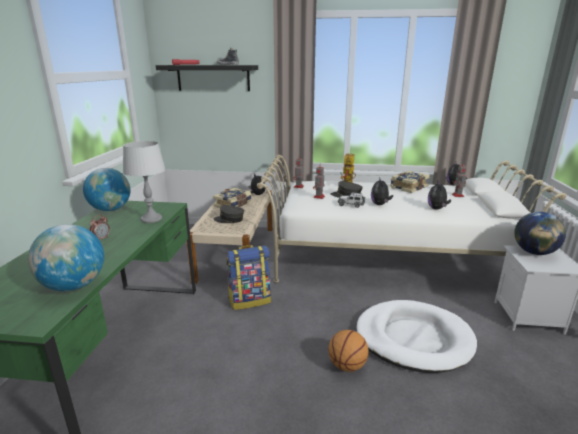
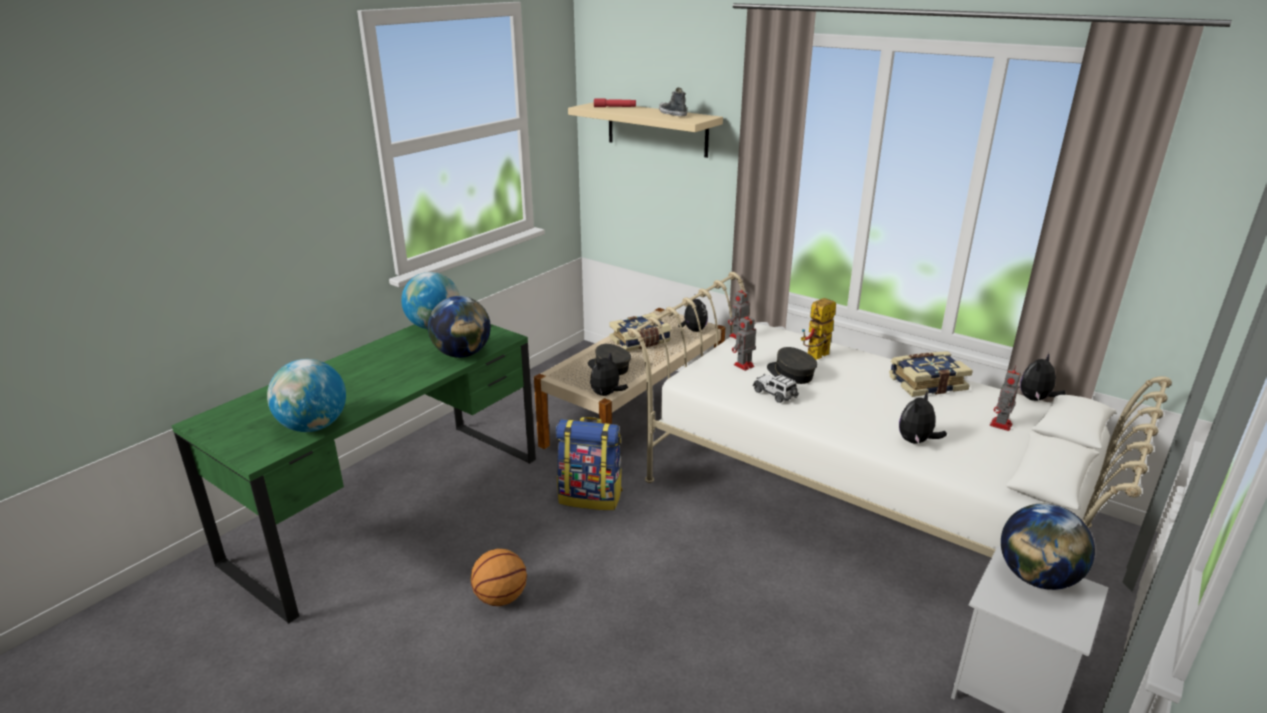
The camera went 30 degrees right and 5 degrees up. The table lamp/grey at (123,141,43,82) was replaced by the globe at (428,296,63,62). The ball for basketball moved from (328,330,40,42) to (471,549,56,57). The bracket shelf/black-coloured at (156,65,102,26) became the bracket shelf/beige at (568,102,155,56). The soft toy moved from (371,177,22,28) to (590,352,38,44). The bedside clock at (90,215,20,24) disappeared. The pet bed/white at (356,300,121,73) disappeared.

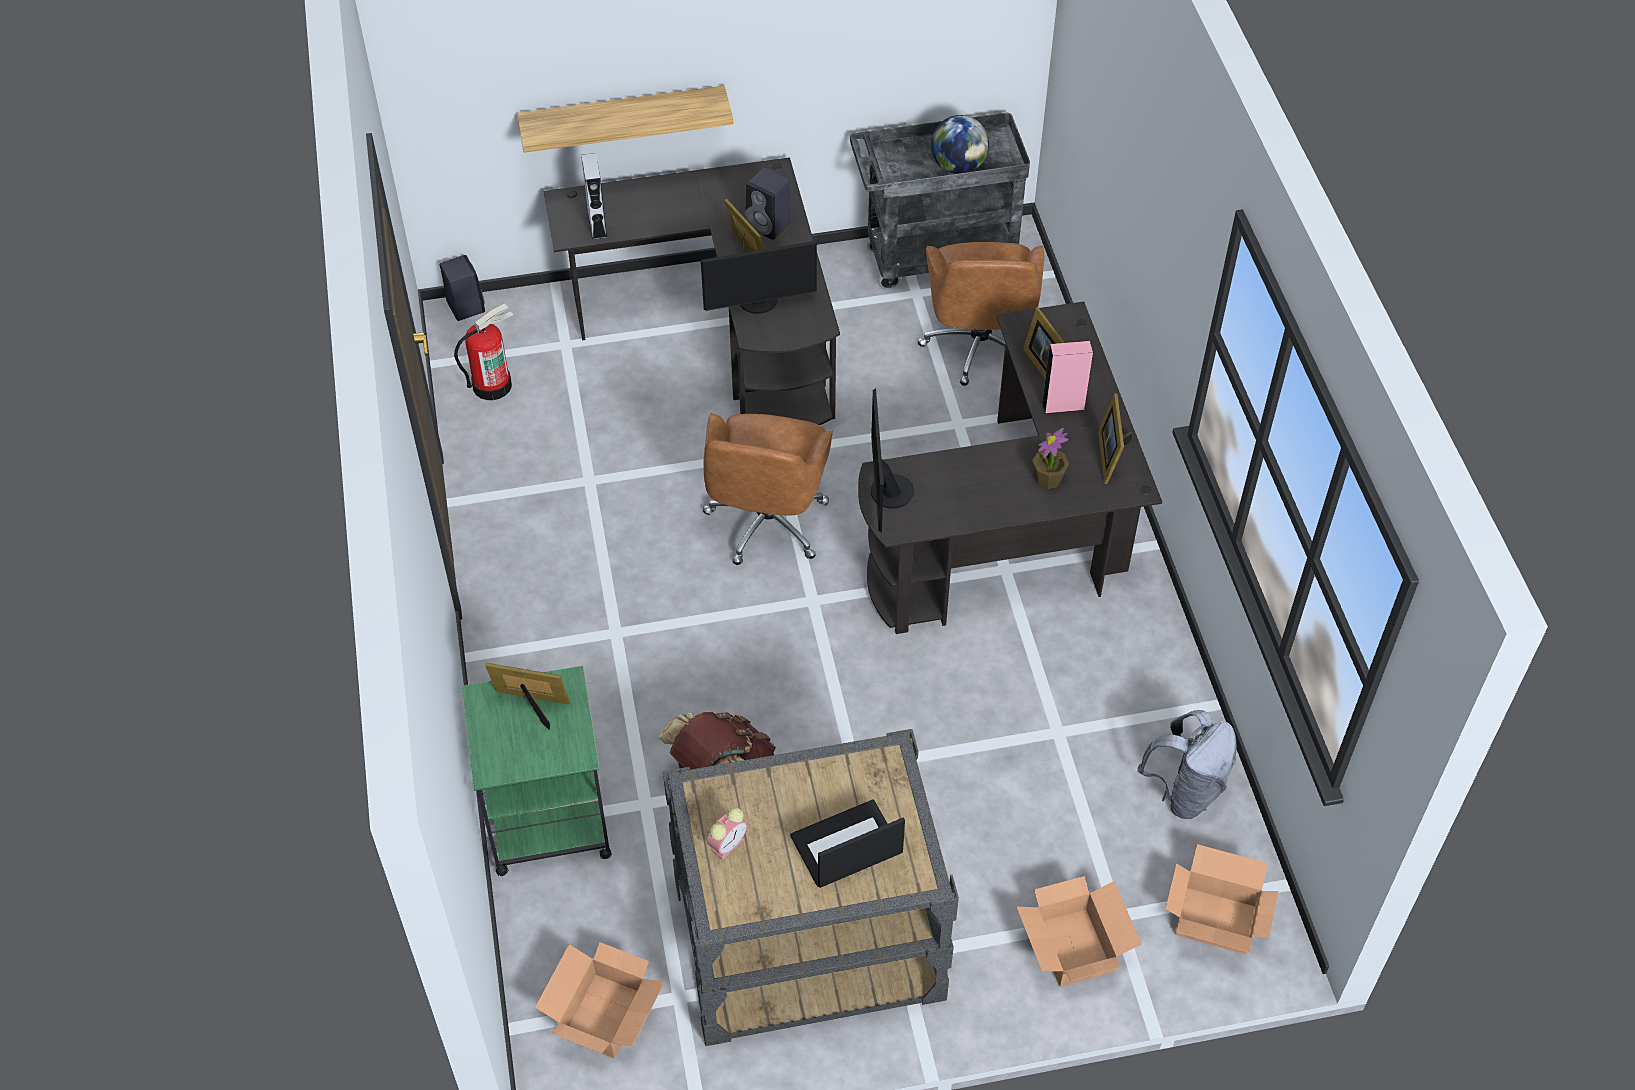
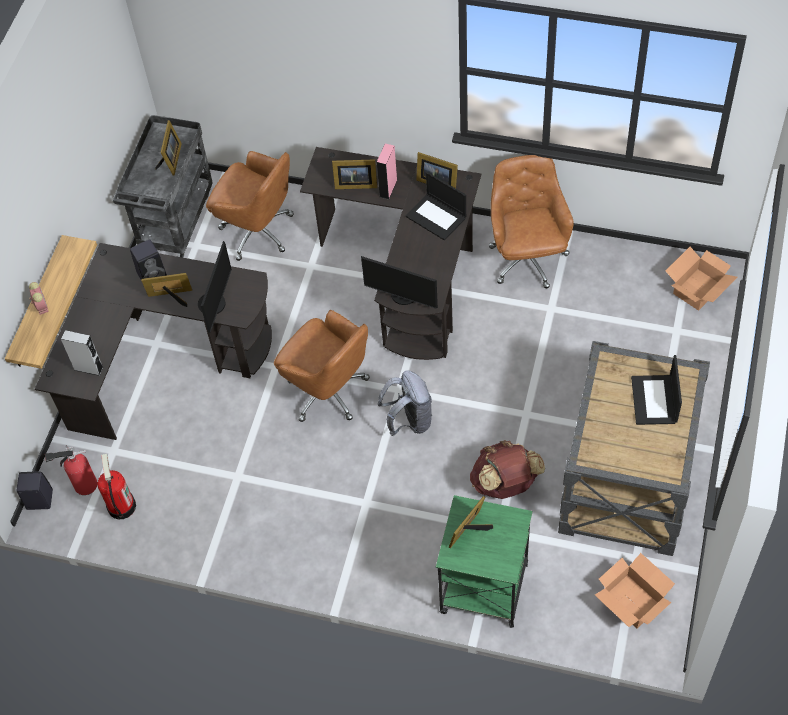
The camera went 60 degrees left and 5 degrees up. The bedside clock moved from (707,808,40,52) to (29,282,20,33). The extinguisher at (45,445,53,50) appeared. The globe at (931,115,58,59) was replaced by the standing frame at (156,120,26,56). The rucksack/grey moved from (1137,710,100,109) to (378,370,54,66). The plant in a pot at (1032,428,37,61) was replaced by the laptop at (405,172,61,69). The office chair/brownish at (489,155,85,133) appeared. The cardboard box at (1017,876,124,111) disappeared.

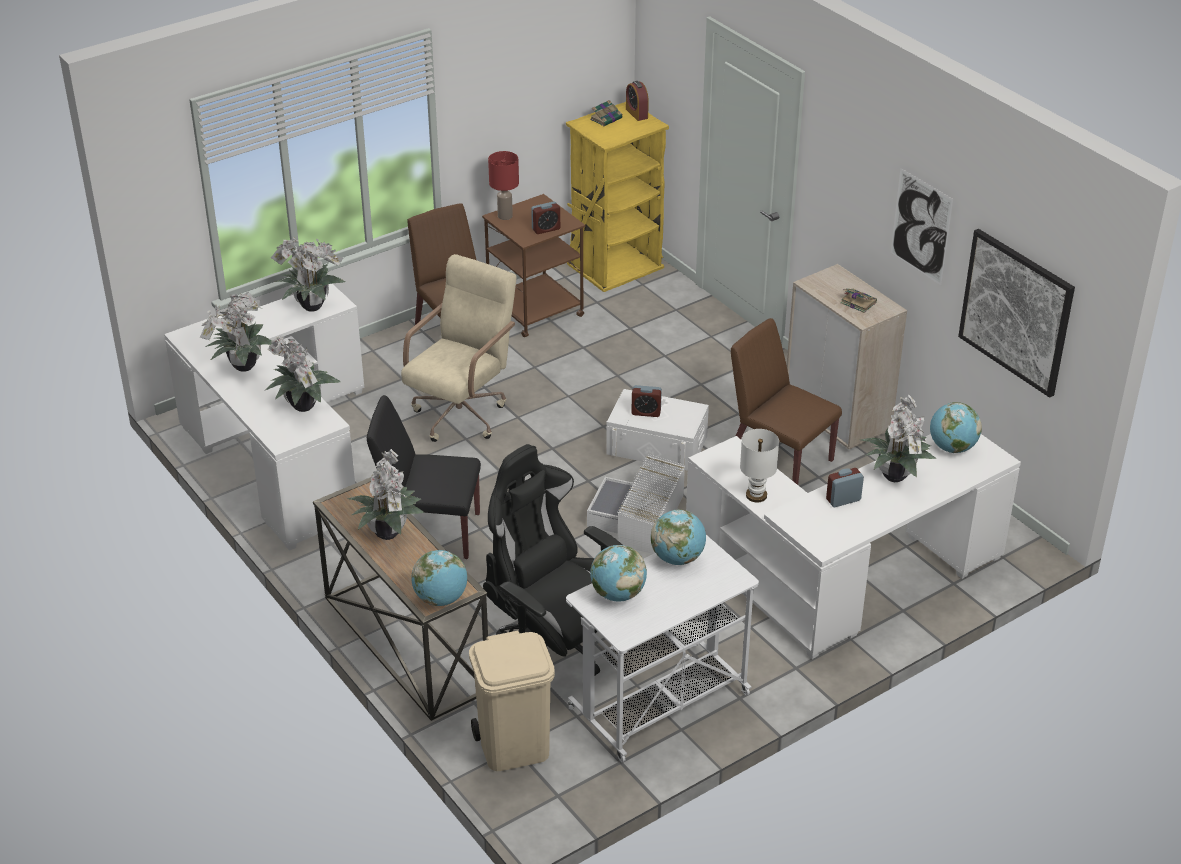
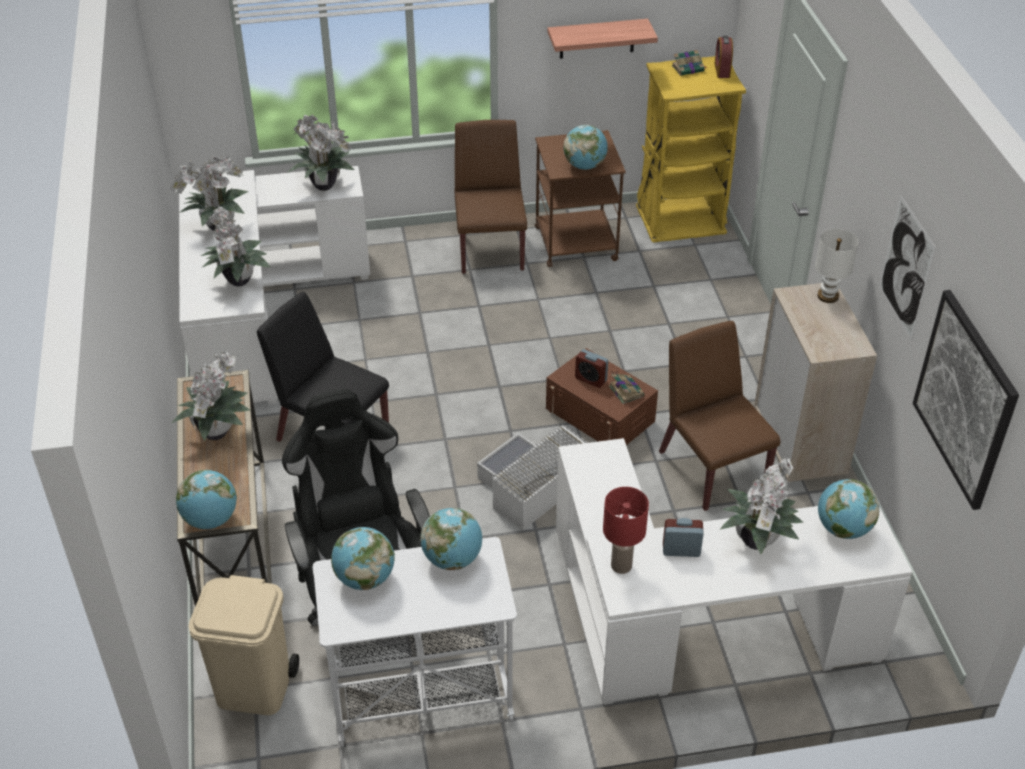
The camera went 25 degrees right and 5 degrees up. The storage box/white at (606,389,103,82) became the storage box/brownish at (546,348,112,97). The bracket shelf at (547,19,111,40) appeared. The bedside clock at (531,201,29,33) was replaced by the globe at (564,125,44,45). The table lamp/red moved from (488,151,31,69) to (603,487,46,87). The volume moved from (840,289,37,24) to (609,374,35,30). The table lamp/white moved from (740,429,39,73) to (815,229,44,74). The office chair/beige at (401,254,116,188) disappeared.

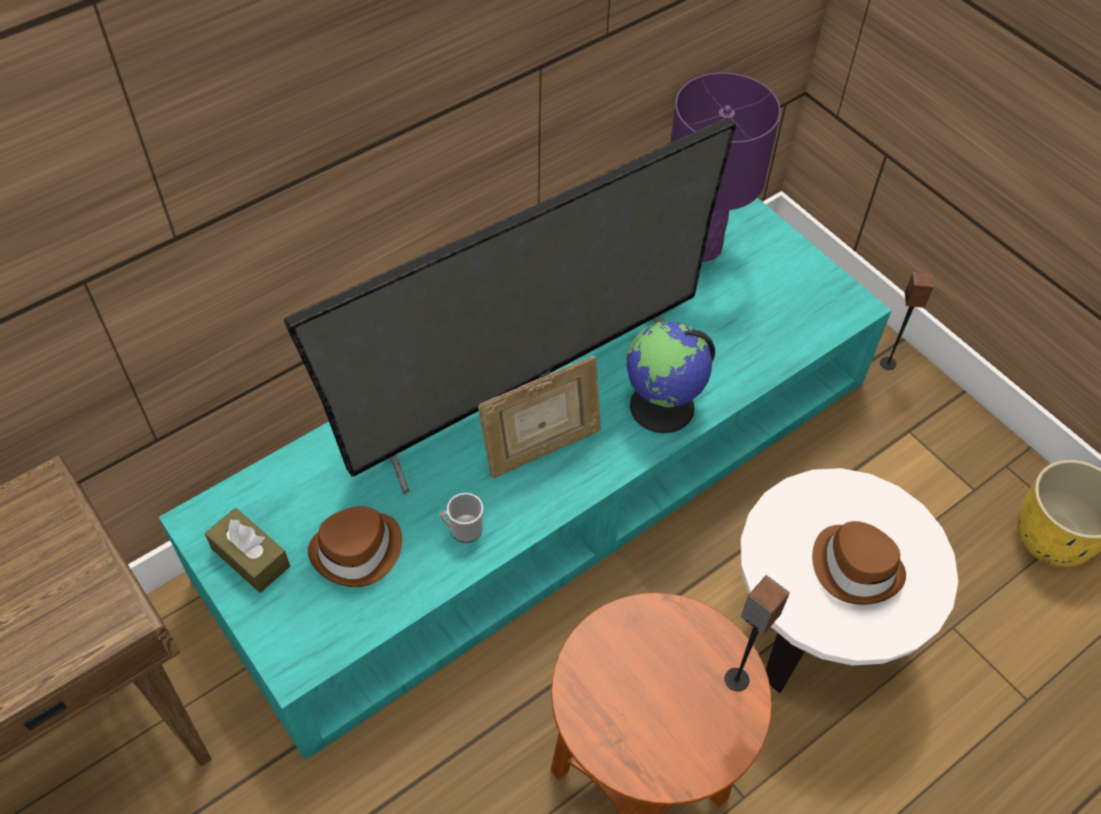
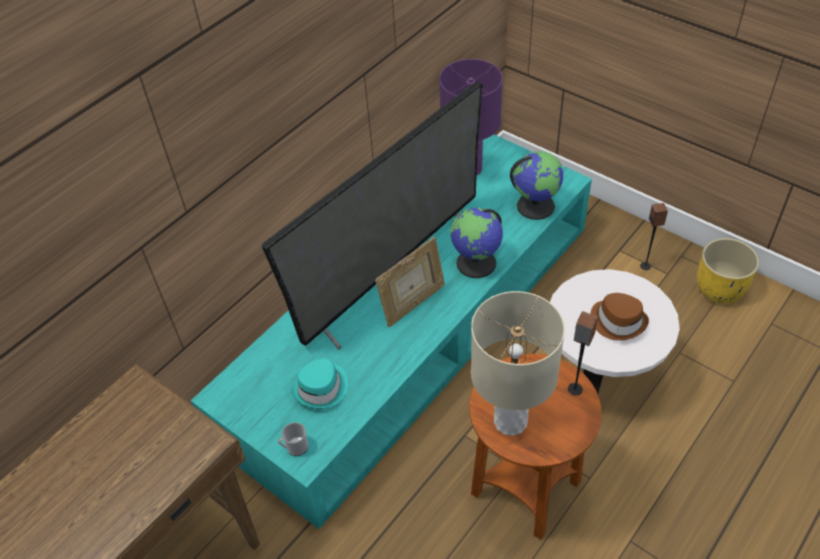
The camera went 10 degrees left and 5 degrees down. The mug moved from (439,493,44,50) to (278,422,30,34). The clothing hat/brownish at (308,506,94,81) became the clothing hat/turquoise-coloured at (292,358,56,51). The table lamp/beige at (471,291,94,145) appeared. The globe at (510,151,53,69) appeared. The loudspeaker moved from (880,272,54,98) to (640,203,28,67). The tissue box/brownish at (205,508,85,85) disappeared.

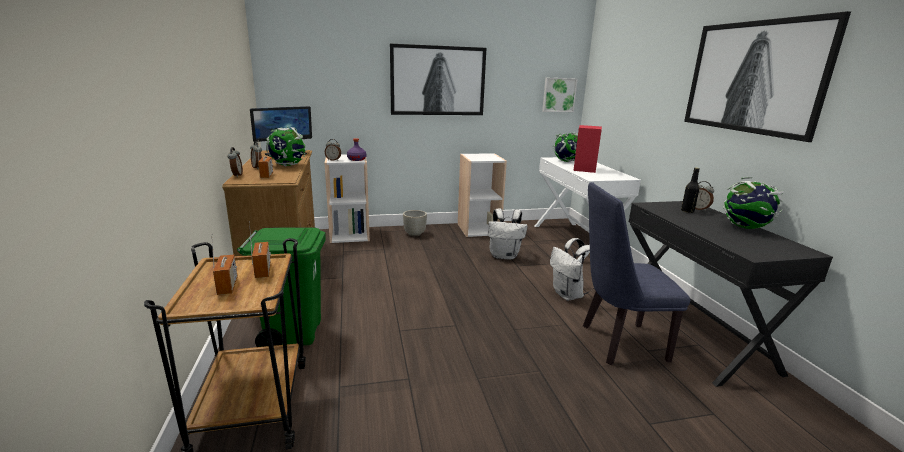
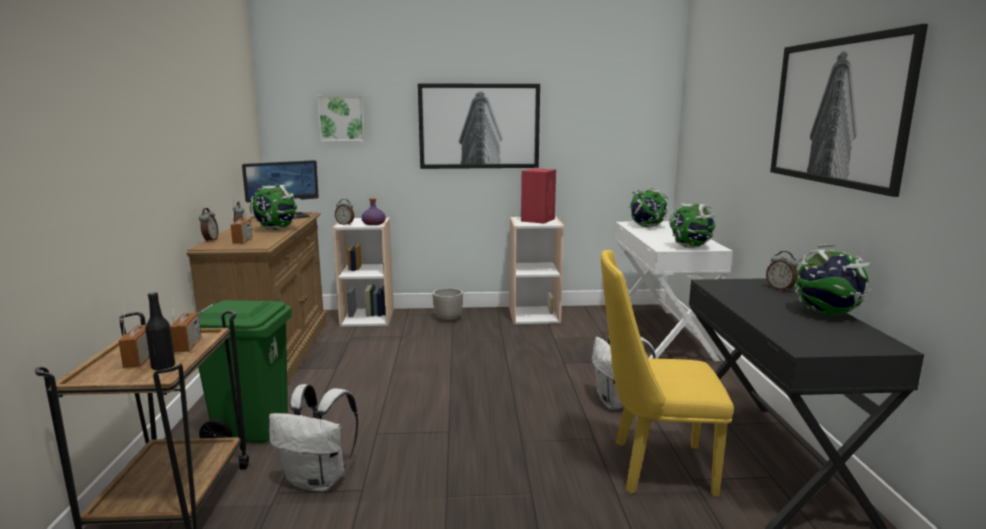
The camera went 10 degrees right and 5 degrees down. The bottle/black-coloured moved from (681,168,19,45) to (145,292,30,78). The rucksack/white moved from (488,208,39,51) to (269,384,89,108). The wall picture moved from (542,78,36,34) to (317,96,49,45). The loudspeaker/red moved from (573,125,29,48) to (521,168,35,56). The plain chair/bluish at (583,182,107,183) became the plain chair/yellowish at (601,250,133,246). The globe at (669,203,46,45) appeared.

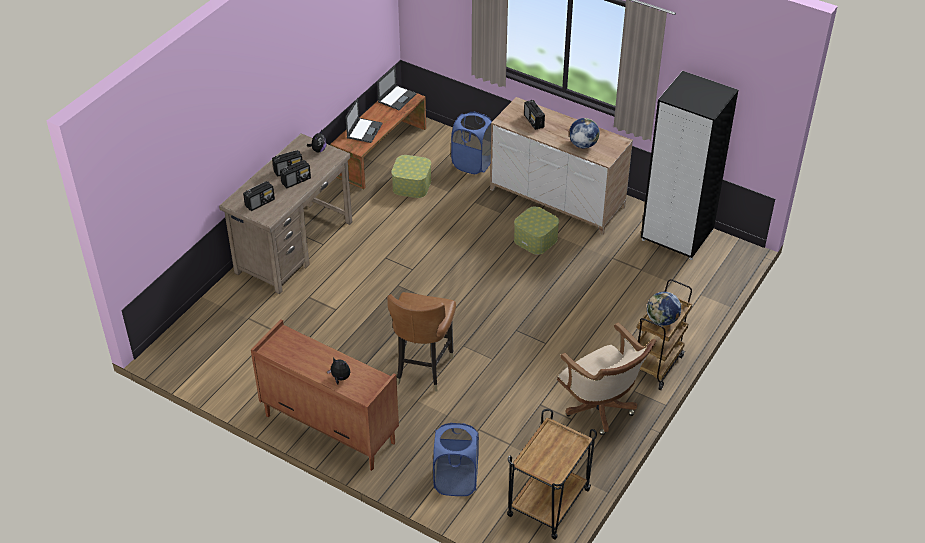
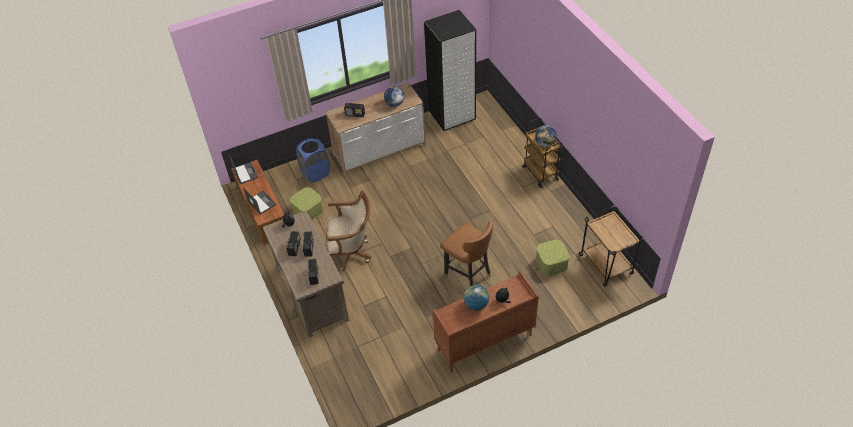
The camera went 55 degrees left and 5 degrees up. The office chair moved from (557,323,99,112) to (327,190,44,81). The globe at (464,285,25,25) appeared. The storage box moved from (514,206,45,49) to (536,240,34,36). The laundry basket/bluish at (433,423,46,73) disappeared.

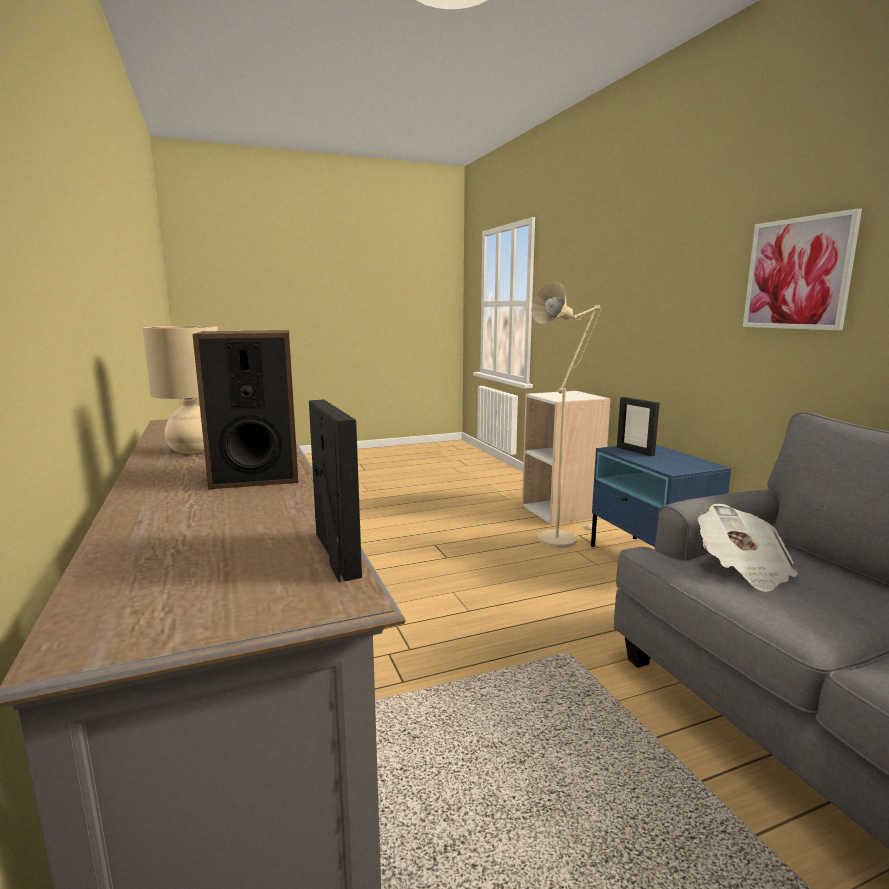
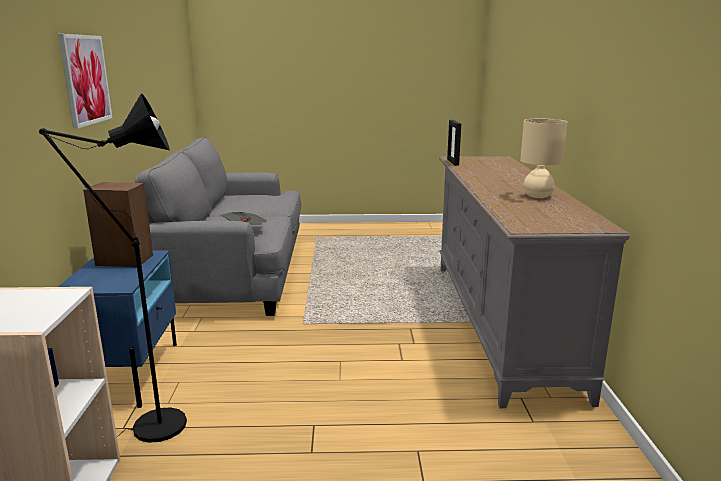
The camera went 160 degrees left and 5 degrees up. The floor lamp/beige at (531,282,71,266) became the floor lamp/black-coloured at (39,93,148,350). The loudspeaker moved from (193,330,105,159) to (83,182,70,85). The standing frame at (617,397,43,59) disappeared.

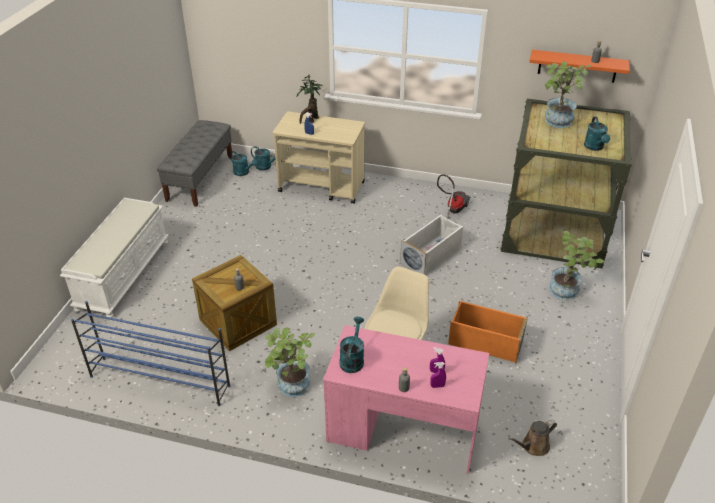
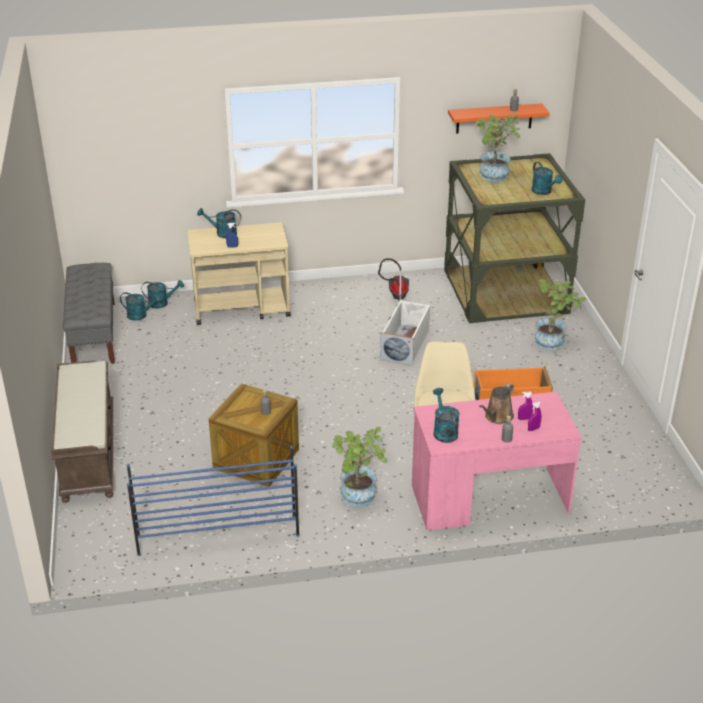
The camera went 25 degrees left and 5 degrees down. The long seat/white at (60,198,109,120) became the long seat/brownish at (51,361,62,142). The plant in a pot at (297,74,26,50) was replaced by the watering pot/turquoise-coloured at (197,208,44,30). The watering pot/brownish moved from (509,420,48,36) to (479,383,35,41).

